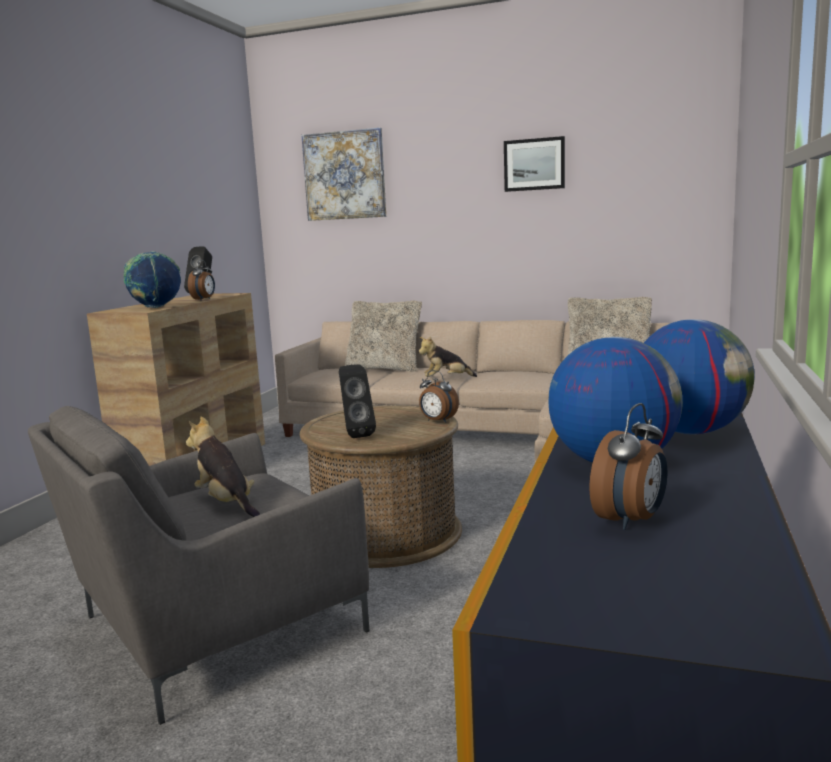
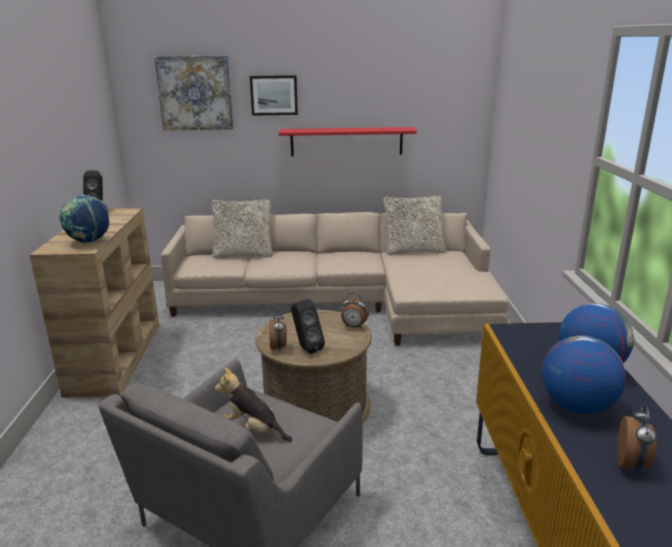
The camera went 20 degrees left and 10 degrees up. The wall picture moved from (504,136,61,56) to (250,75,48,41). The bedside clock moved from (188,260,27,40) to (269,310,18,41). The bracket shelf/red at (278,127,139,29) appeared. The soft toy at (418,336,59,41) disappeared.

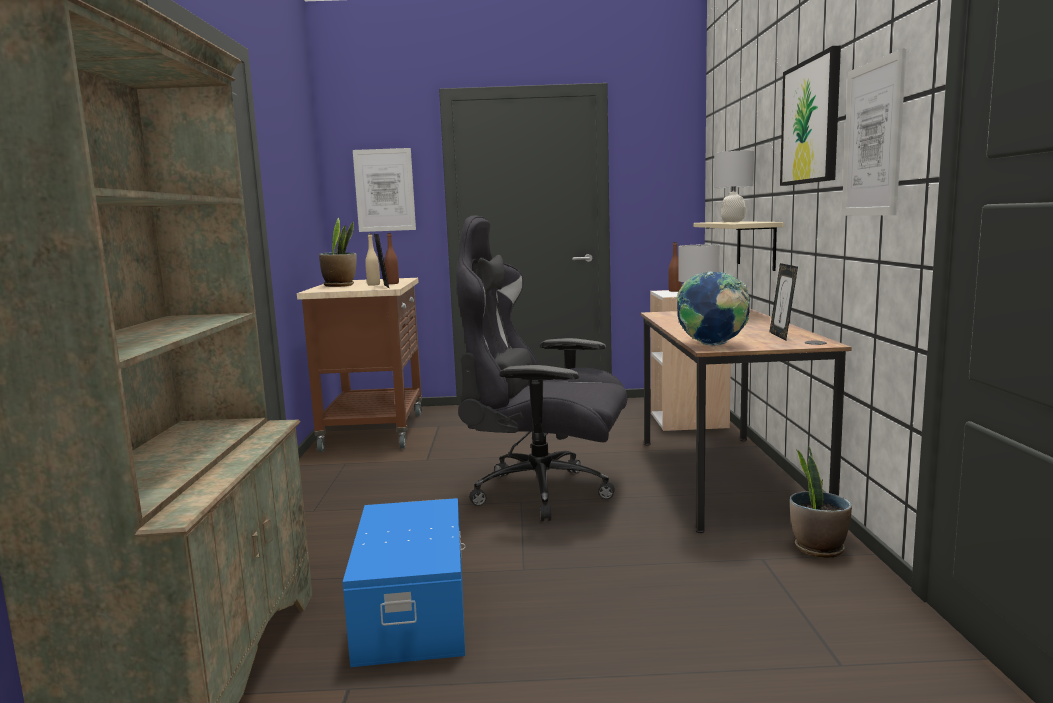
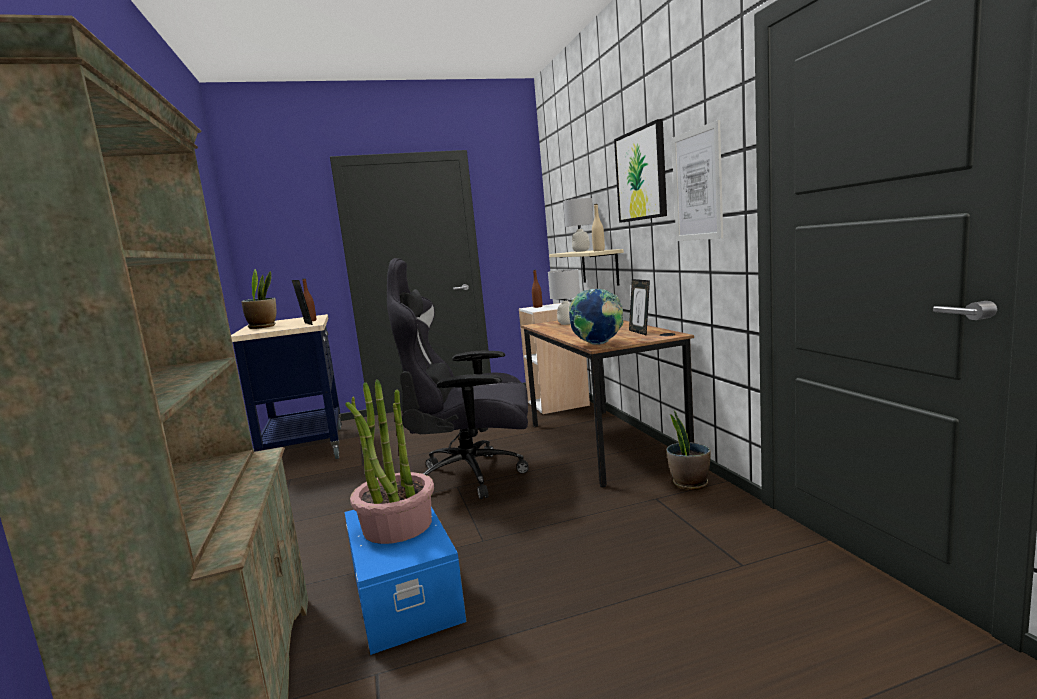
The camera went 15 degrees left and 0 degrees up. The cart/brownish at (297,278,125,174) became the cart/bluish at (231,314,111,145). The plant in a pot at (345,379,89,165) appeared. The bottle/beige moved from (365,234,15,52) to (592,204,13,47). The wall picture at (353,148,63,84) disappeared.

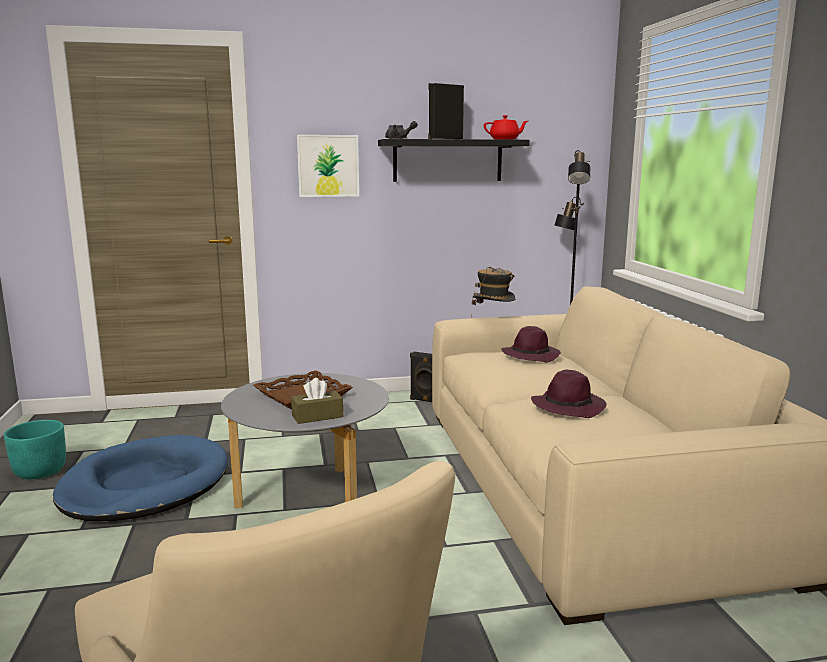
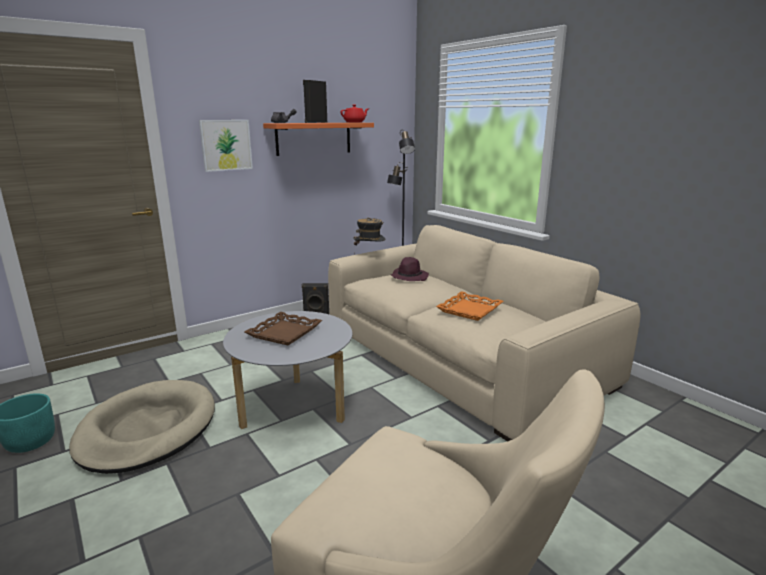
The camera went 25 degrees left and 5 degrees up. The pet bed/bluish at (53,435,175,86) became the pet bed/beige at (69,380,146,94). The bracket shelf/black-coloured at (378,139,151,43) became the bracket shelf/orange at (263,123,111,33). The clothing hat/purplish at (531,370,76,48) was replaced by the tray/orange at (436,291,67,30). The tissue box/brownish at (291,378,52,46) disappeared.

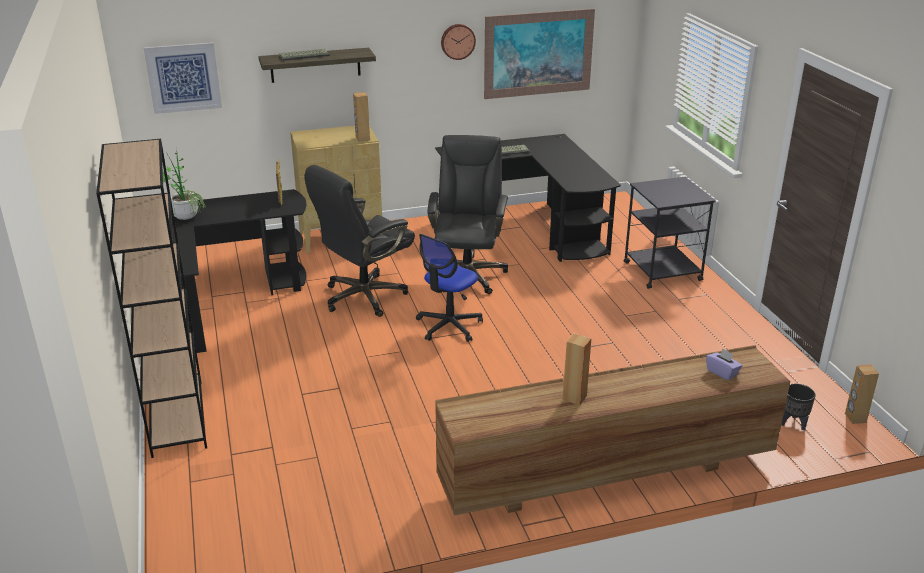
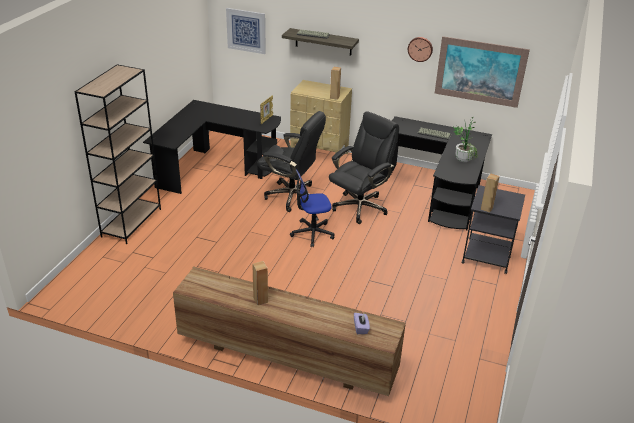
The camera went 35 degrees right and 5 degrees up. The office chair/black-coloured at (304,165,111,152) turned 150 degrees counterclockwise. The plant in a pot moved from (163,148,42,72) to (453,117,25,45). The loudspeaker/brownish moved from (845,365,34,59) to (481,173,19,40). The plant pot/black-coloured at (781,384,35,47) disappeared.

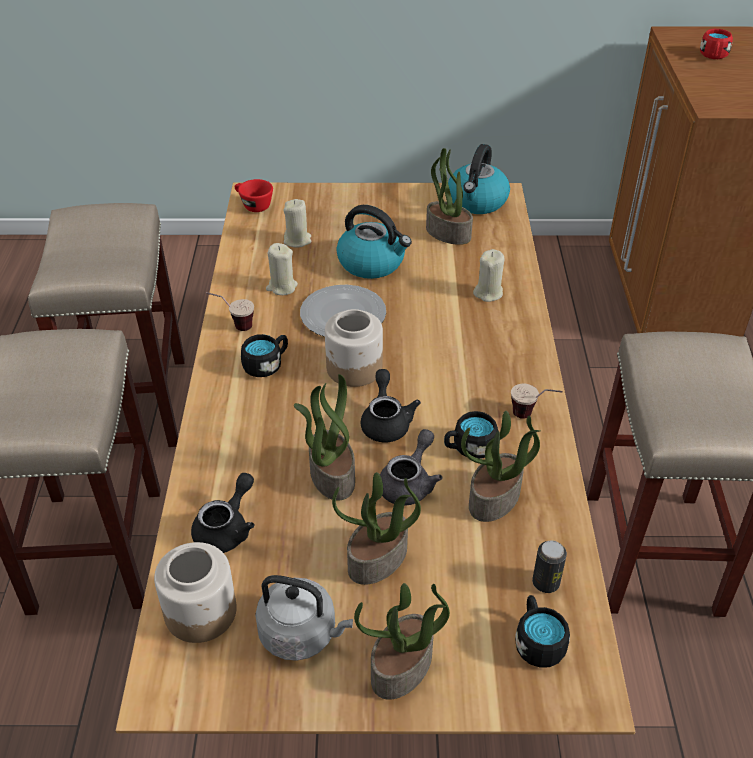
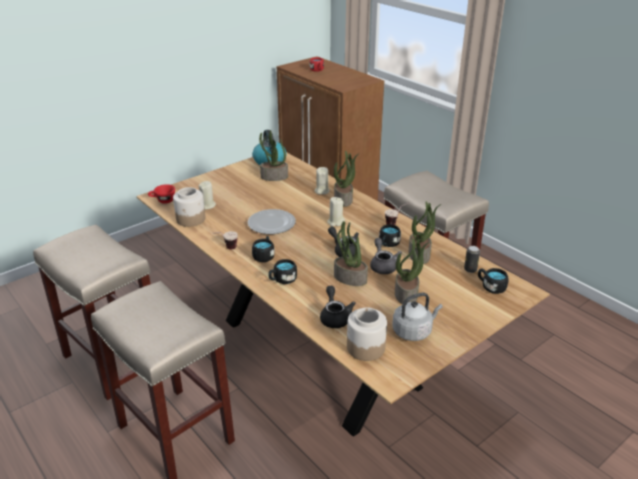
The camera went 40 degrees left and 10 degrees down. The jar moved from (325,309,58,78) to (173,187,32,40). The mug/black-coloured at (268,259,29,25) appeared. The candle/beige moved from (266,243,32,52) to (327,197,18,30). The plant in a pot moved from (354,583,96,117) to (334,151,26,56). The tea kettle at (336,205,76,74) disappeared.

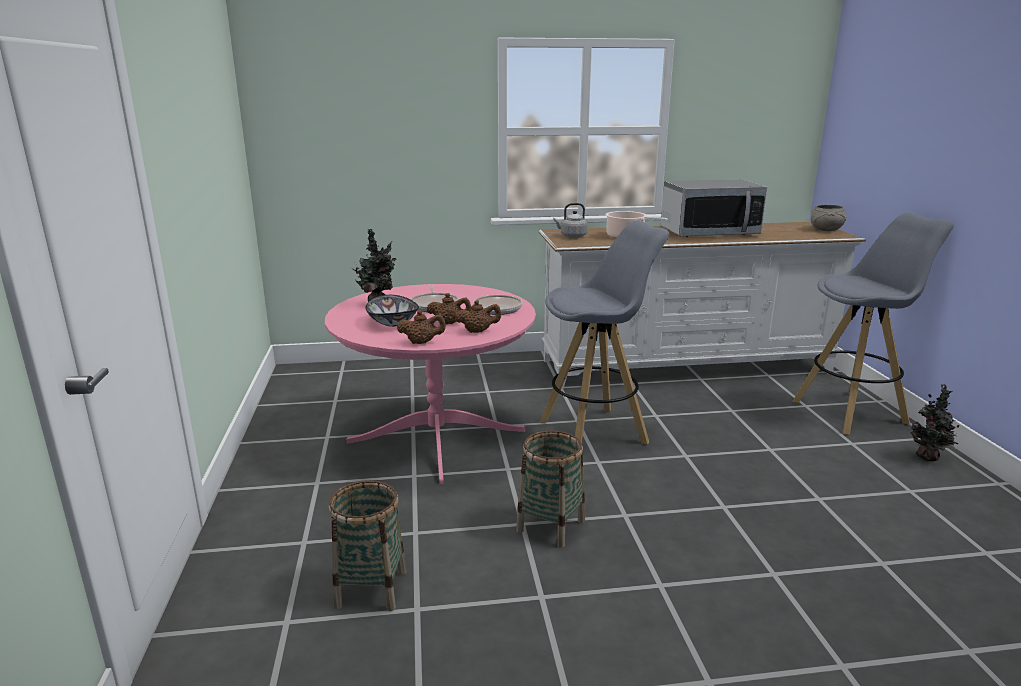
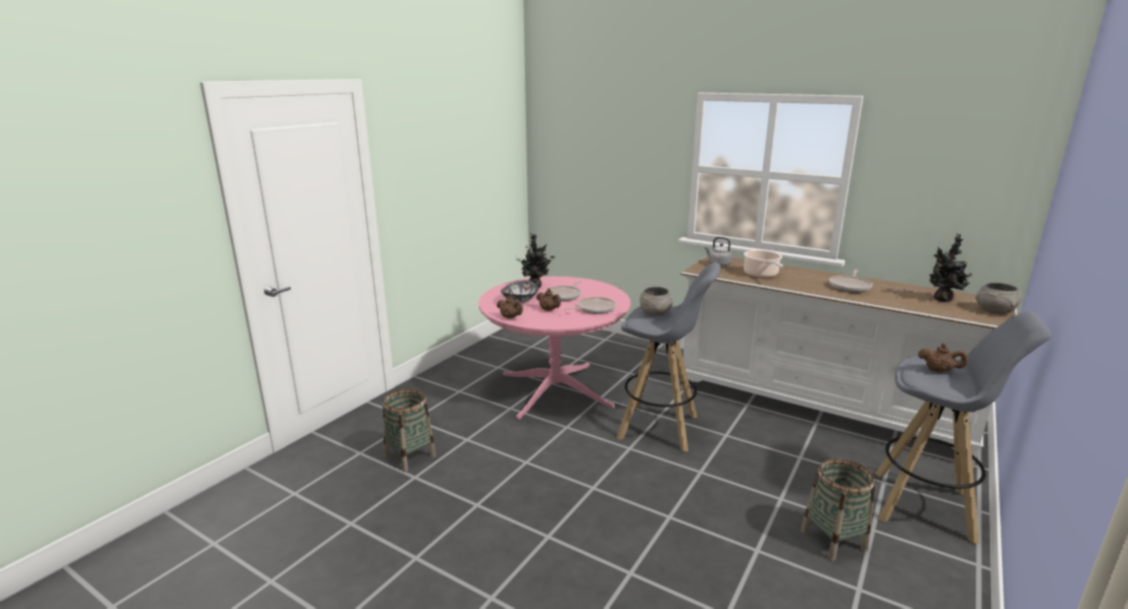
The camera went 40 degrees right and 0 degrees up. The deep dish/grey at (640,287,33,29) appeared. The household basket moved from (516,430,69,118) to (801,458,74,103). The microwave oven at (661,179,106,58) was replaced by the skillet at (829,270,44,22). The tea pot/brownish moved from (455,300,46,33) to (918,343,50,29). The plant in a pot moved from (910,384,49,78) to (929,233,43,69).

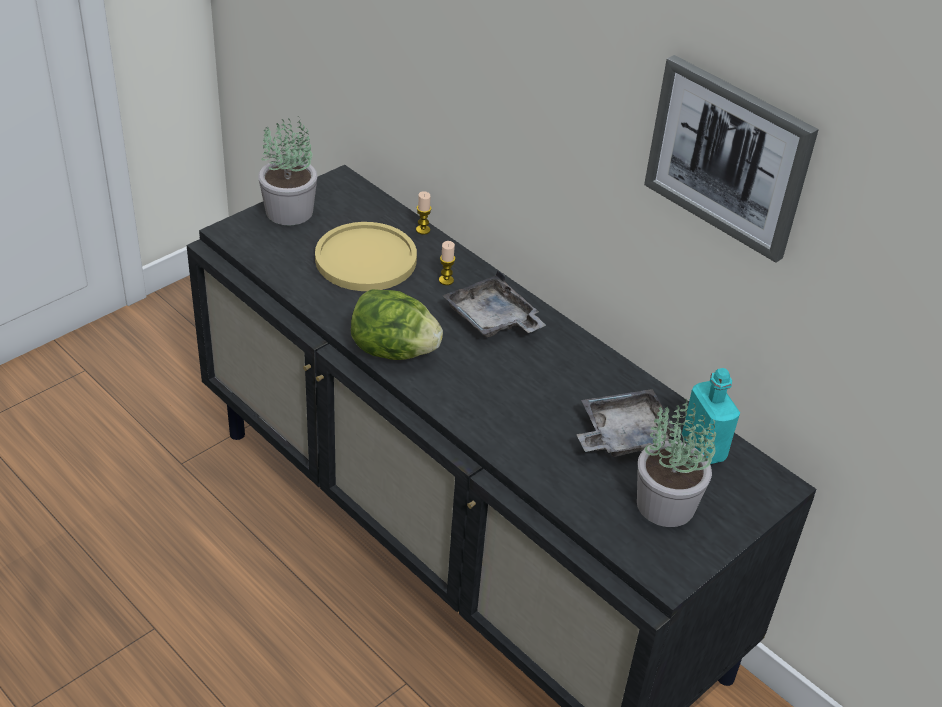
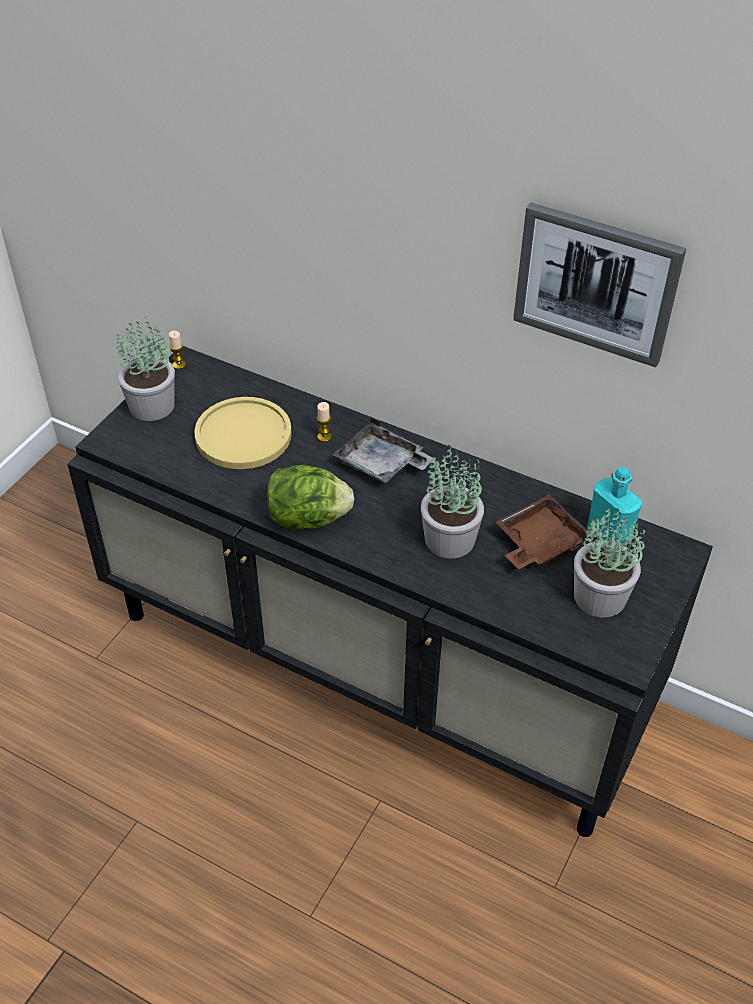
The camera went 15 degrees left and 5 degrees up. The candle moved from (416,191,16,44) to (169,331,17,38). The plant in a pot at (421,444,63,114) appeared. The tray/grey at (576,389,106,68) became the tray/brownish at (496,494,91,75).

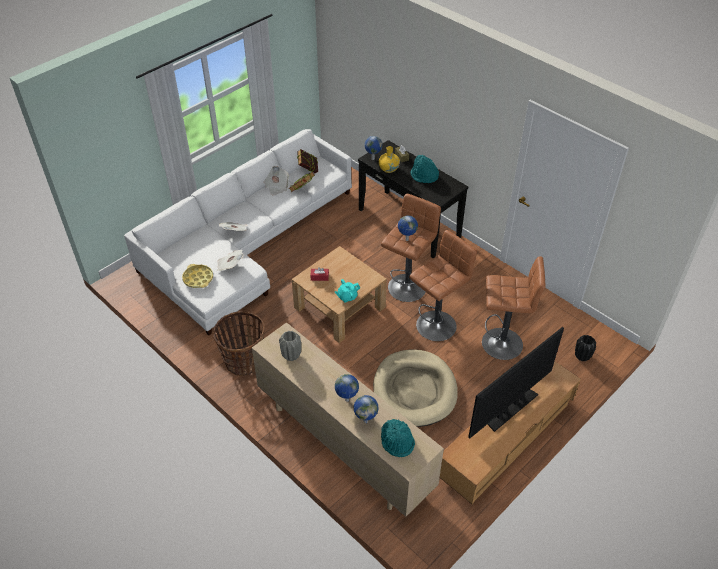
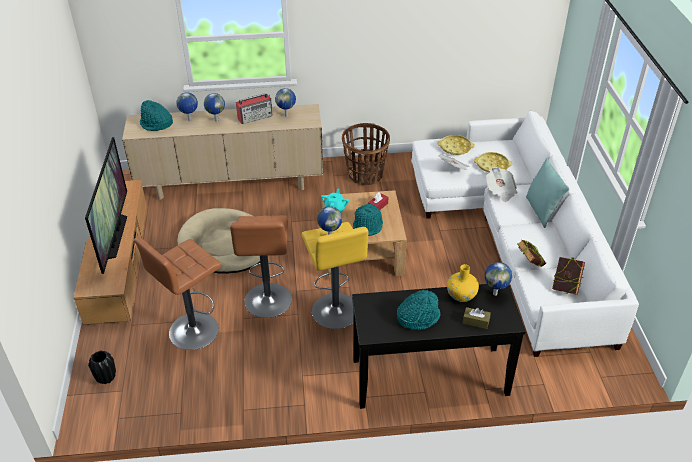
The camera went 130 degrees right and 5 degrees down. The radio set at (236,93,37,31) appeared. The flower vase/grey at (279,331,22,30) was replaced by the globe at (275,88,21,29). The stool seat/brownish at (381,194,60,108) became the stool seat/yellowish at (302,222,67,107). The clothing hat/turquoise-coloured at (353,203,30,33) appeared. The tray/yellowish at (474,152,38,20) appeared. The throw pillow/turquoise-coloured at (526,158,43,70) appeared. The printed paper at (264,166,25,30) disappeared.

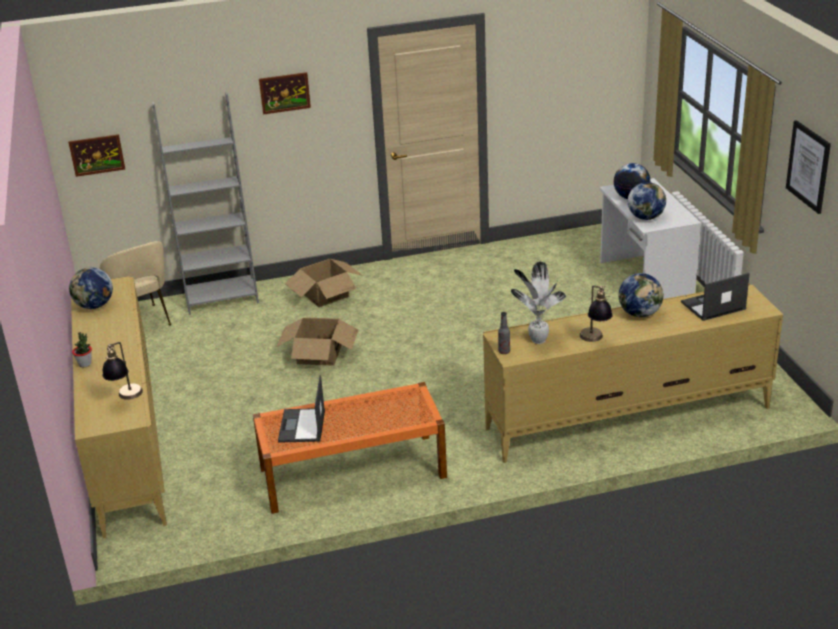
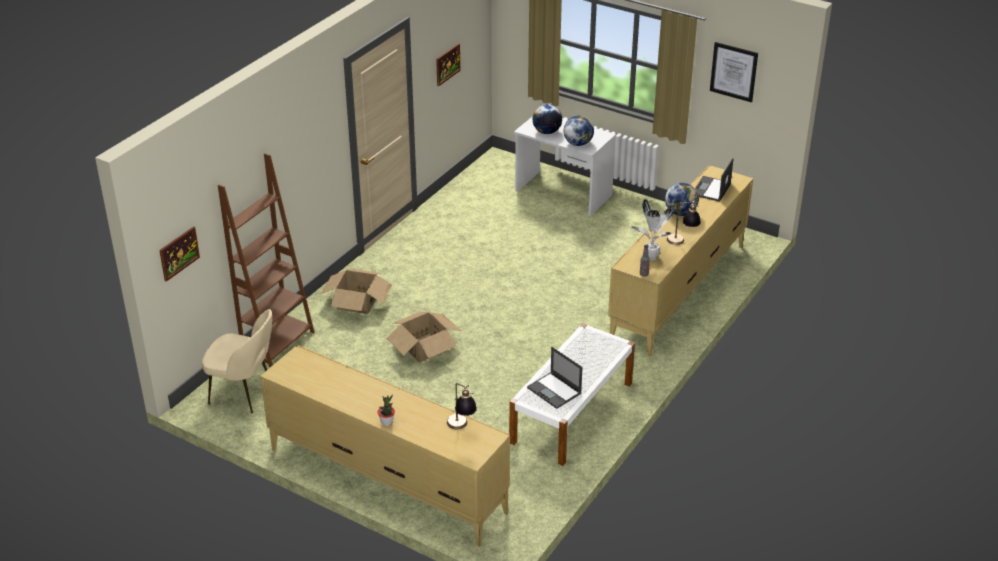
The camera went 45 degrees left and 5 degrees up. The shelving unit/grey at (152,92,107,223) became the shelving unit/brownish at (218,153,97,214). The wall picture moved from (259,72,52,43) to (436,43,24,43). The long seat/orange at (253,382,194,132) became the long seat/white at (509,323,126,143). The globe at (69,267,44,42) disappeared.

